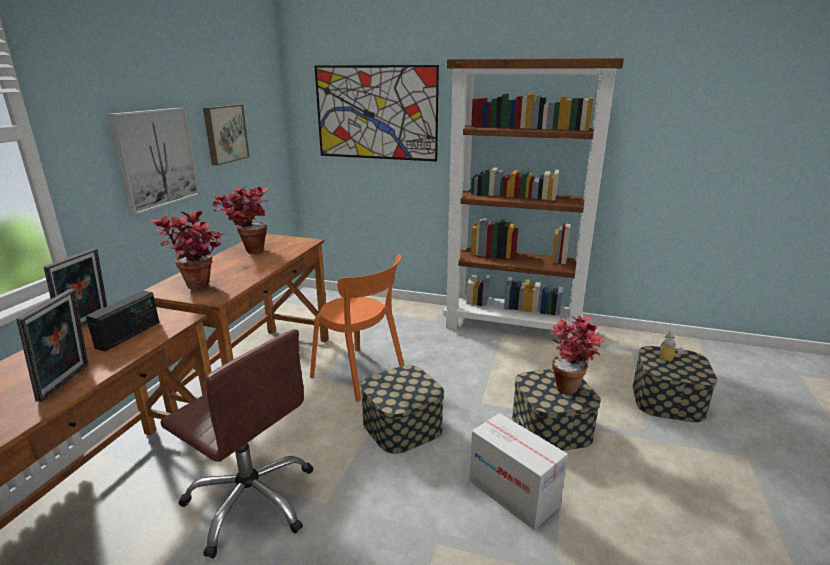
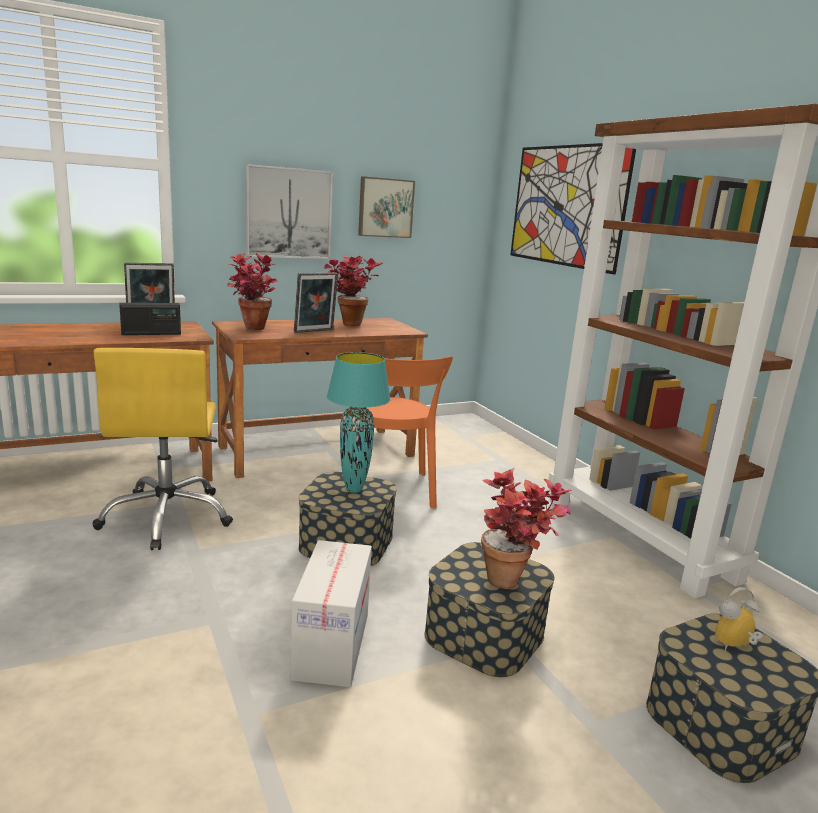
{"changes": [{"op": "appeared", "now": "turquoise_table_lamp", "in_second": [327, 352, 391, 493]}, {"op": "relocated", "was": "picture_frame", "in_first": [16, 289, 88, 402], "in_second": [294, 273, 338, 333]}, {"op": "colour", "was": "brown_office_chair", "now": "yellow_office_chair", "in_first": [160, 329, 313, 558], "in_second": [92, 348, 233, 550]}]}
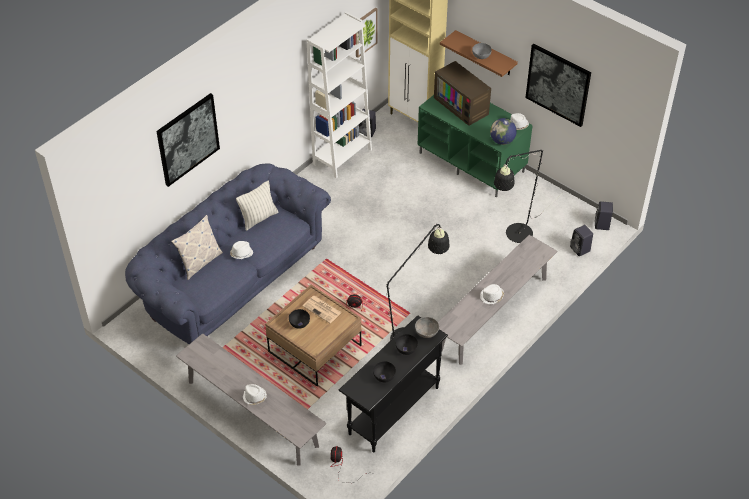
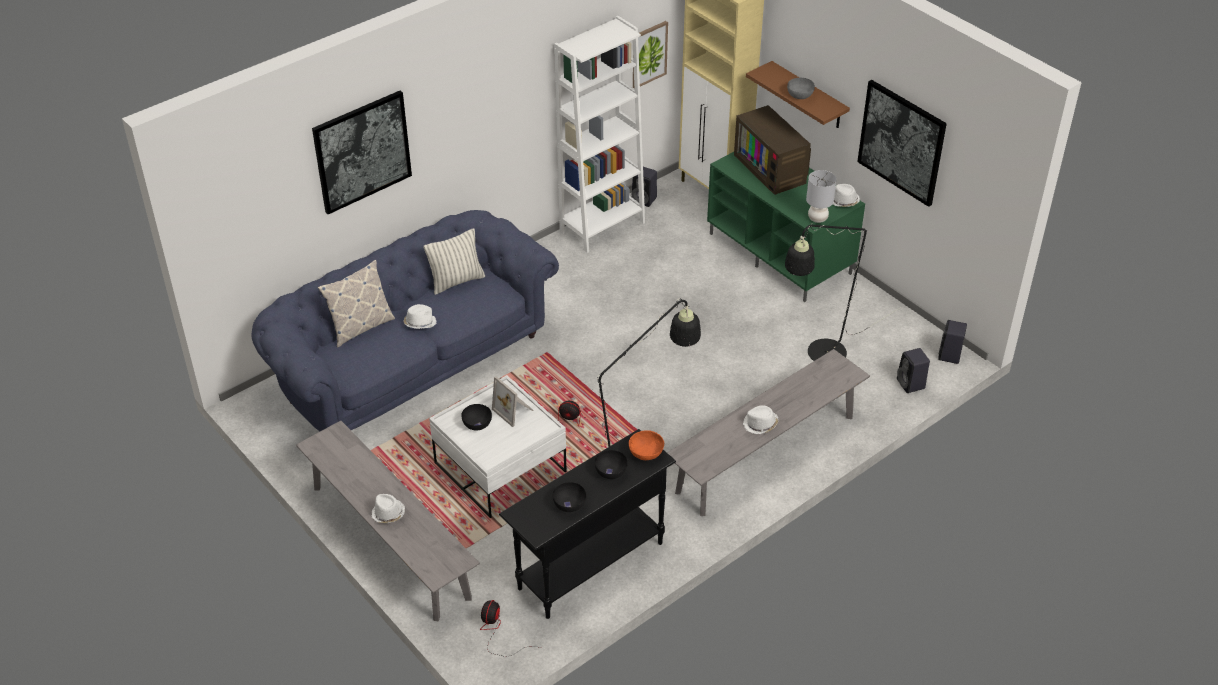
{"changes": [{"op": "exchanged", "was": "newspaper", "now": "picture_frame", "in_first": [303, 296, 342, 323], "in_second": [492, 376, 533, 427]}, {"op": "exchanged", "was": "globe", "now": "grey_table_lamp", "in_first": [490, 118, 517, 145], "in_second": [806, 170, 836, 223]}, {"op": "colour", "was": "brown_coffee_table", "now": "white_coffee_table", "in_first": [265, 284, 361, 386], "in_second": [429, 375, 567, 518]}, {"op": "colour", "was": "grey_bowl", "now": "orange_bowl", "in_first": [415, 317, 439, 338], "in_second": [629, 430, 664, 460]}]}
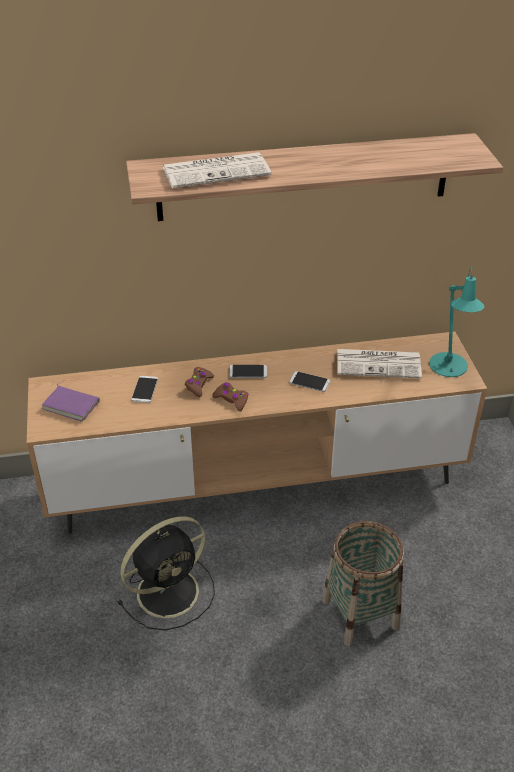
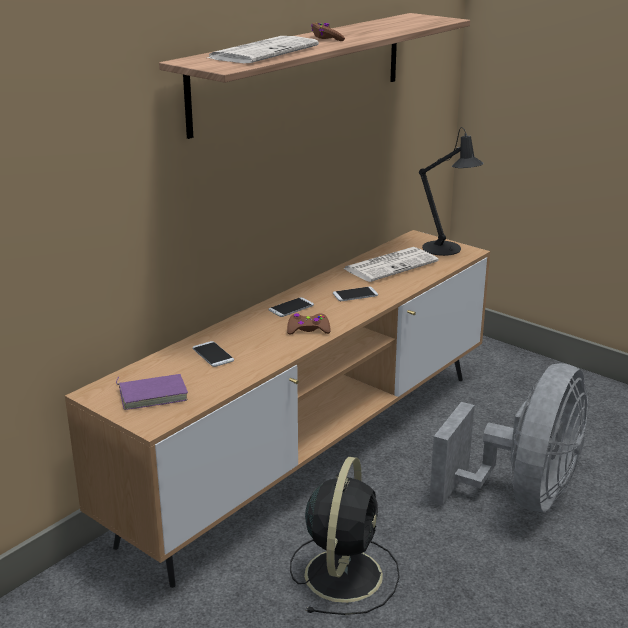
{"changes": [{"op": "relocated", "was": "brown_game_controller", "in_first": [185, 367, 214, 397], "in_second": [311, 23, 345, 41]}, {"op": "exchanged", "was": "basket", "now": "grey_fan", "in_first": [322, 521, 404, 646], "in_second": [429, 363, 588, 512]}, {"op": "colour", "was": "turquoise_table_lamp", "now": "black_table_lamp", "in_first": [429, 268, 484, 377], "in_second": [419, 127, 484, 256]}]}
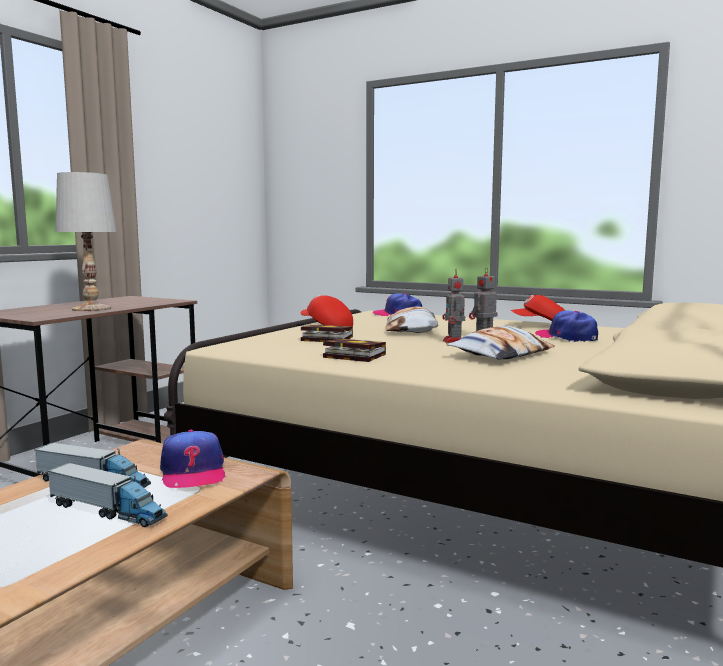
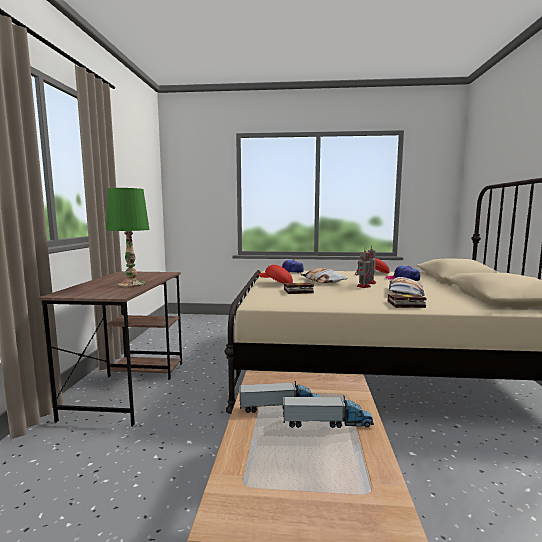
{"changes": [{"op": "missing", "was": "cap", "in_first": [160, 430, 226, 488]}, {"op": "relocated", "was": "book", "in_first": [323, 339, 386, 362], "in_second": [388, 294, 427, 308]}, {"op": "colour", "was": "white_table_lamp", "now": "green_table_lamp", "in_first": [55, 172, 117, 311], "in_second": [106, 188, 149, 287]}]}
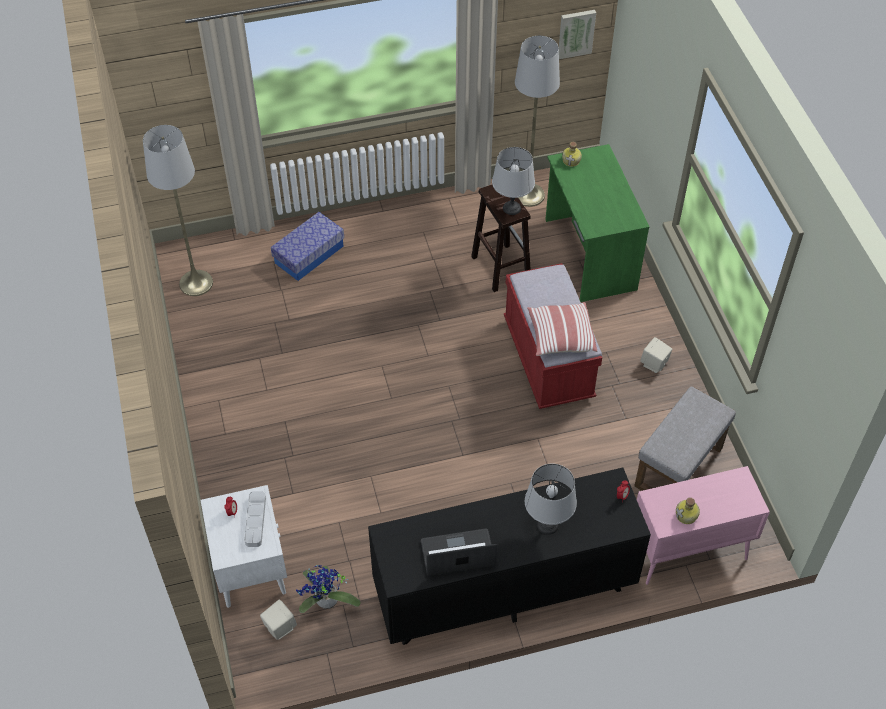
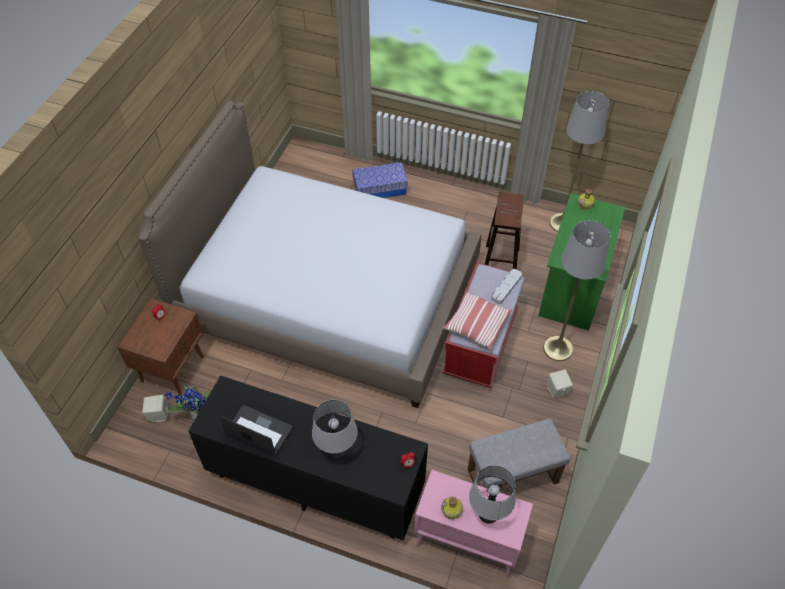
{"changes": [{"op": "missing", "was": "picture", "in_first": [559, 10, 596, 59]}, {"op": "appeared", "now": "bed", "in_second": [138, 101, 481, 408]}, {"op": "relocated", "was": "grey_floor_lamp", "in_first": [143, 125, 213, 296], "in_second": [543, 220, 610, 361]}, {"op": "relocated", "was": "grey_tray", "in_first": [244, 491, 266, 547], "in_second": [491, 269, 522, 304]}, {"op": "relocated", "was": "grey_table_lamp", "in_first": [492, 147, 535, 215], "in_second": [469, 465, 516, 523]}, {"op": "colour", "was": "white_nightstand", "now": "brown_nightstand", "in_first": [200, 485, 287, 608], "in_second": [117, 298, 204, 395]}]}
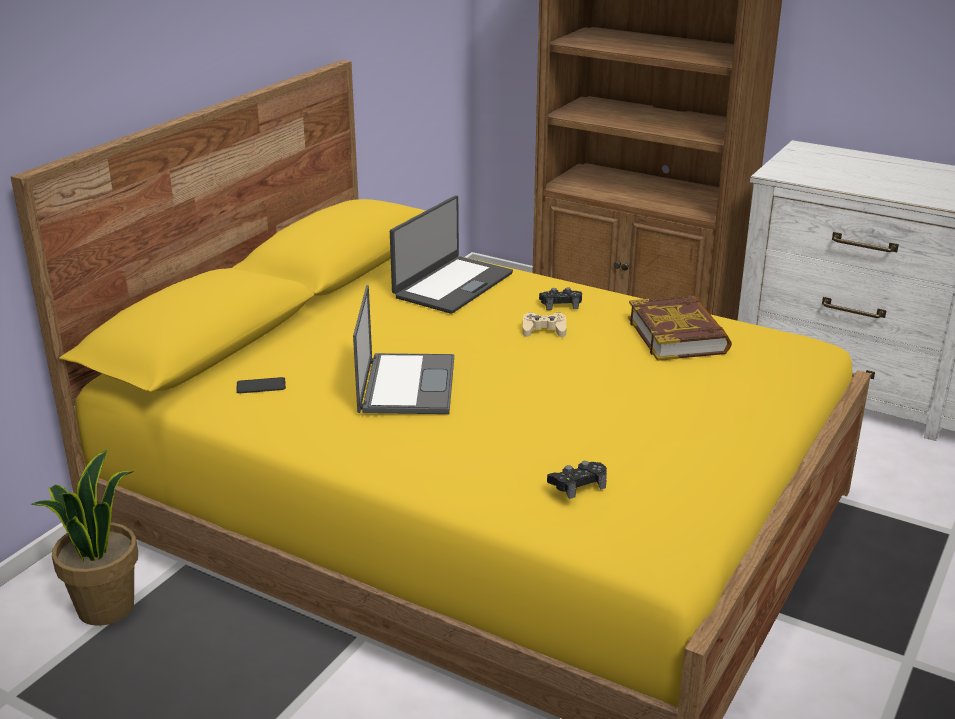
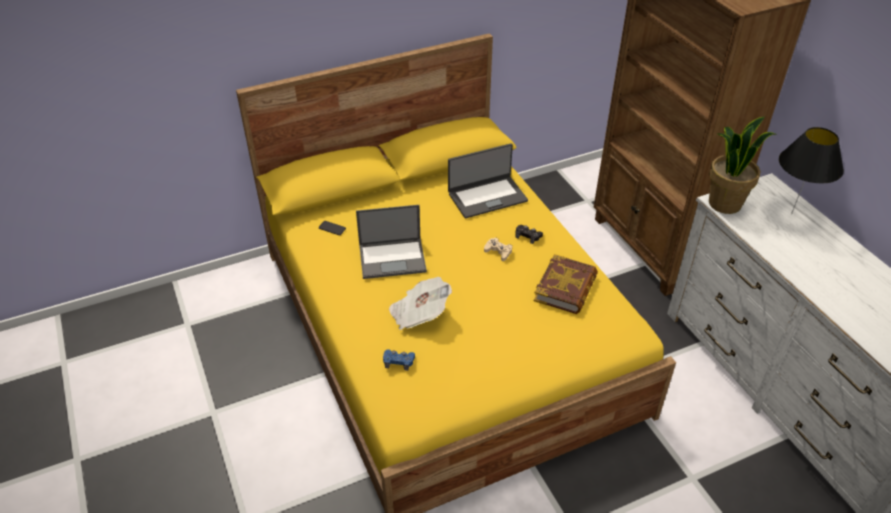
{"changes": [{"op": "appeared", "now": "newspaper", "in_second": [389, 277, 452, 330]}, {"op": "appeared", "now": "black_table_lamp", "in_second": [779, 127, 844, 214]}, {"op": "relocated", "was": "potted_plant", "in_first": [31, 450, 138, 626], "in_second": [709, 117, 776, 214]}, {"op": "colour", "was": "black_game_controller", "now": "blue_game_controller", "in_first": [547, 461, 607, 499], "in_second": [383, 350, 415, 371]}, {"op": "spun", "was": "laptop", "in_first": [353, 285, 454, 414], "in_second": [356, 205, 427, 279], "clockwise": 45}]}
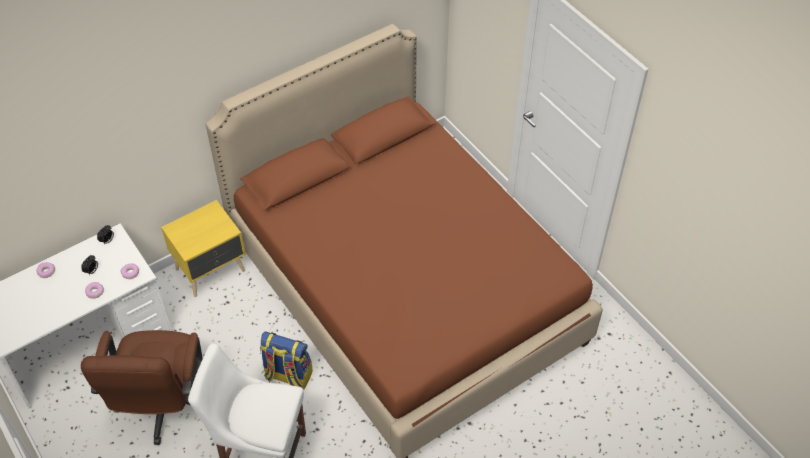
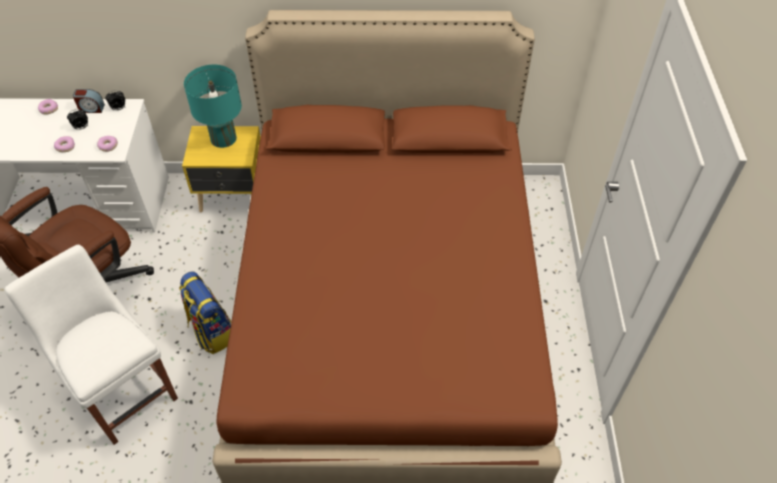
{"changes": [{"op": "appeared", "now": "alarm_clock", "in_second": [73, 89, 105, 113]}, {"op": "appeared", "now": "turquoise_table_lamp", "in_second": [184, 65, 242, 148]}]}
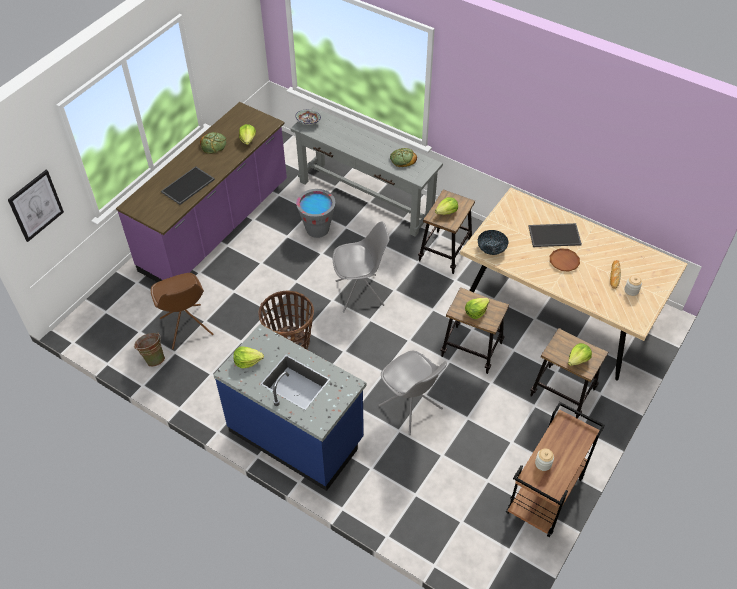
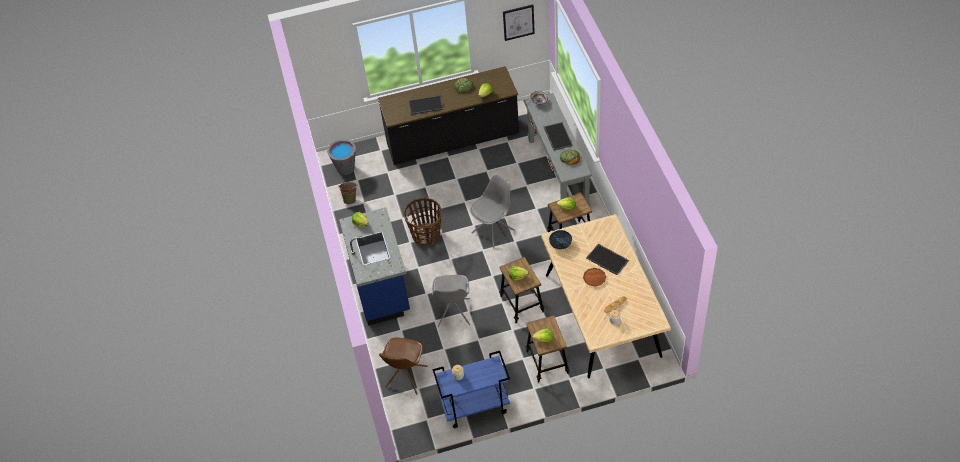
{"changes": [{"op": "appeared", "now": "tray", "in_second": [544, 122, 573, 150]}, {"op": "relocated", "was": "picture", "in_first": [8, 170, 64, 242], "in_second": [503, 4, 535, 41]}, {"op": "relocated", "was": "brown_chair", "in_first": [151, 273, 214, 349], "in_second": [379, 338, 428, 394]}, {"op": "relocated", "was": "grey_bucket", "in_first": [296, 189, 335, 238], "in_second": [327, 139, 356, 175]}, {"op": "colour", "was": "purple_counter", "now": "black_counter", "in_first": [116, 102, 287, 282], "in_second": [378, 66, 519, 165]}, {"op": "colour", "was": "brown_cart", "now": "blue_cart", "in_first": [506, 402, 605, 537], "in_second": [432, 351, 510, 428]}, {"op": "spun", "was": "grey_chair", "in_first": [333, 221, 390, 312], "in_second": [470, 174, 515, 249], "clockwise": -75}]}
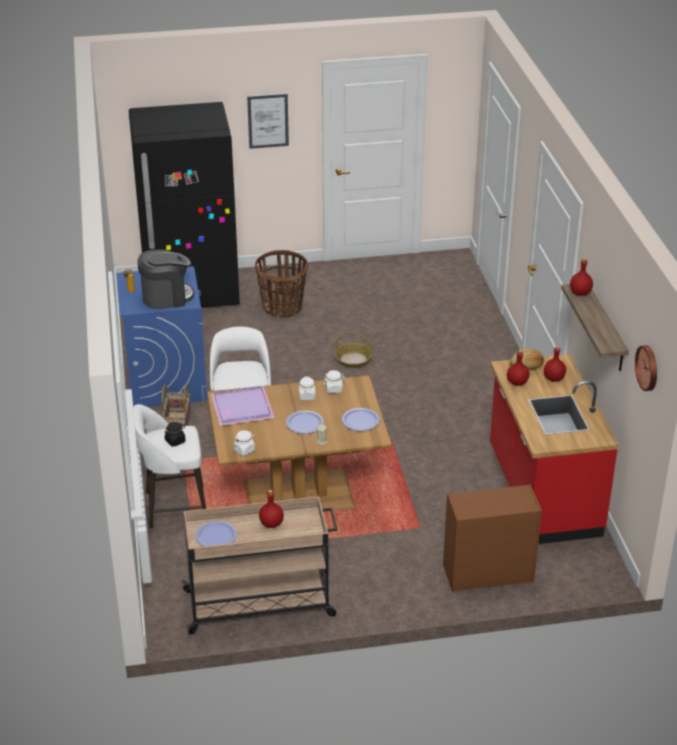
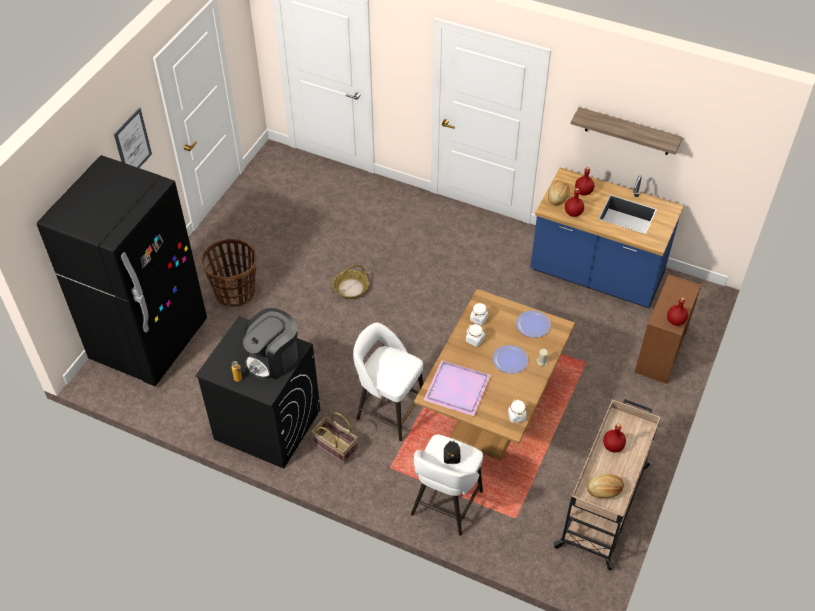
{"changes": [{"op": "missing", "was": "wall_clock", "in_first": [635, 345, 657, 391]}, {"op": "relocated", "was": "red_bottle", "in_first": [570, 258, 593, 296], "in_second": [667, 297, 688, 326]}, {"op": "exchanged", "was": "plate", "now": "bread", "in_first": [195, 521, 237, 547], "in_second": [587, 474, 624, 498]}, {"op": "colour", "was": "blue_washing_machine", "now": "black_washing_machine", "in_first": [116, 266, 208, 407], "in_second": [195, 316, 320, 469]}, {"op": "colour", "was": "red_counter", "now": "blue_counter", "in_first": [490, 354, 619, 544], "in_second": [530, 167, 684, 308]}, {"op": "spun", "was": "coffee_machine", "in_first": [137, 250, 194, 309], "in_second": [243, 308, 298, 380], "clockwise": -150}]}
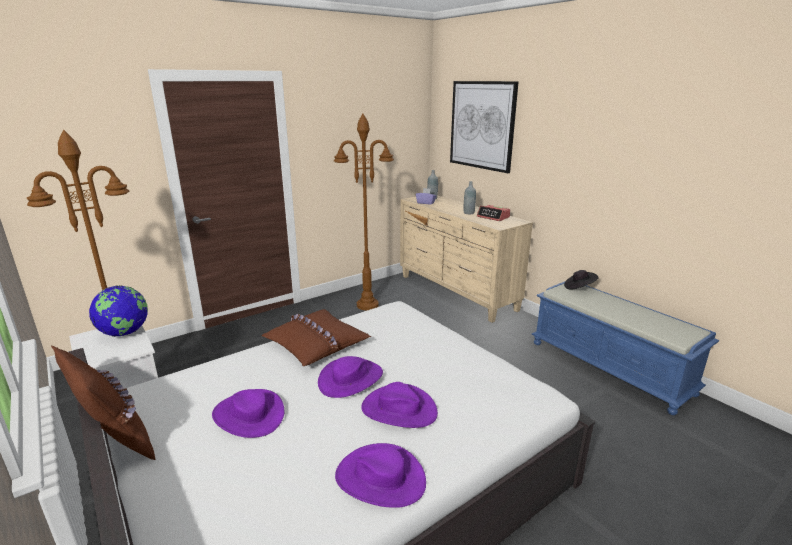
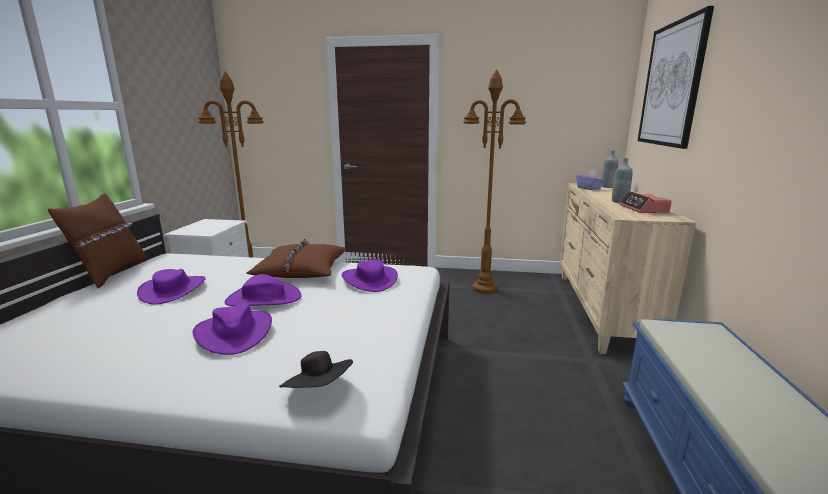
{"changes": [{"op": "missing", "was": "globe", "in_first": [89, 286, 148, 337]}, {"op": "relocated", "was": "purple_hat", "in_first": [335, 443, 426, 508], "in_second": [342, 259, 398, 292]}, {"op": "relocated", "was": "black_hat", "in_first": [564, 270, 599, 289], "in_second": [279, 351, 353, 388]}]}
